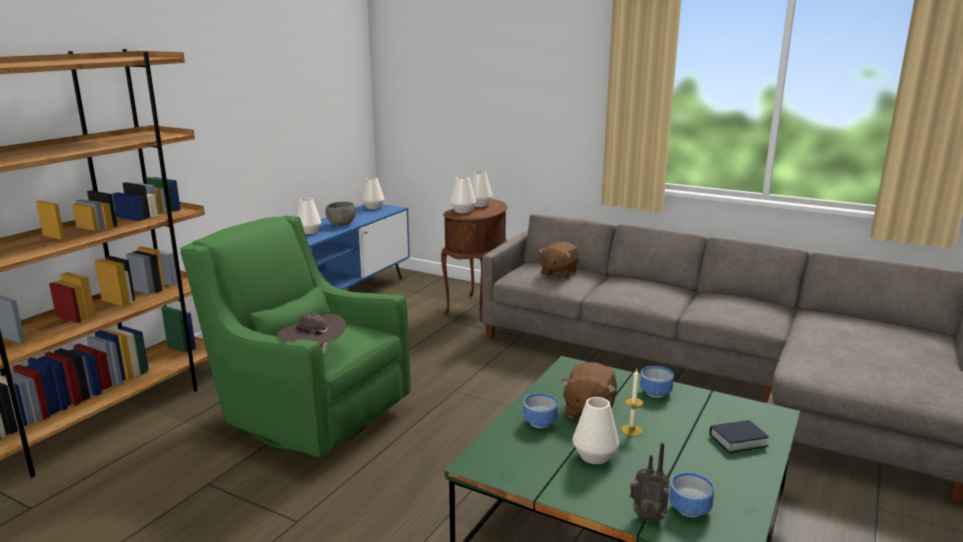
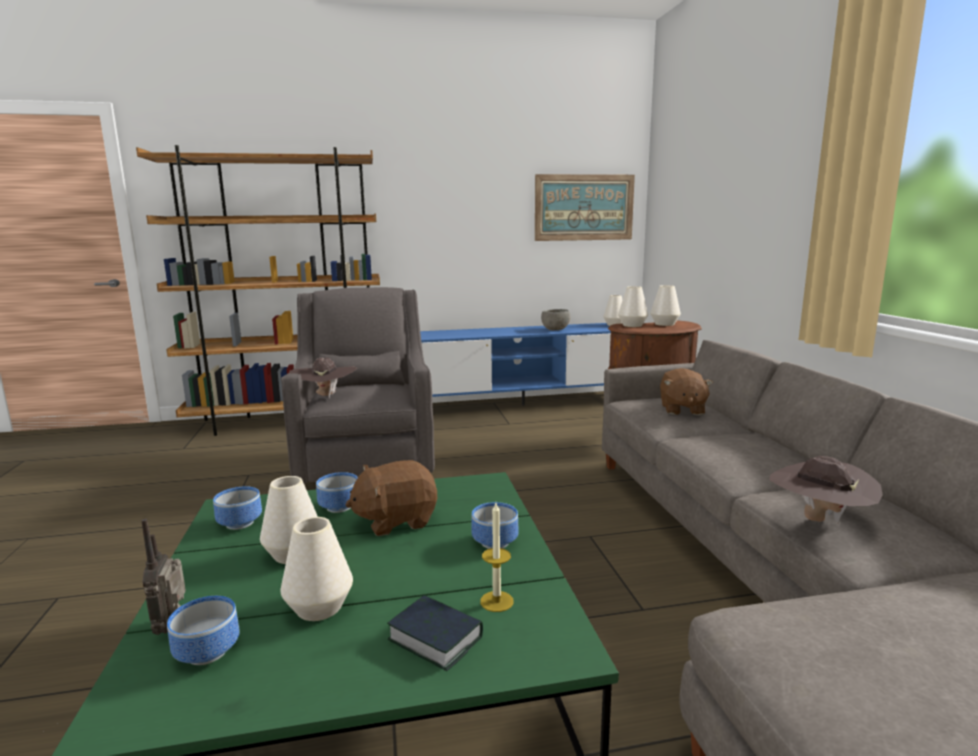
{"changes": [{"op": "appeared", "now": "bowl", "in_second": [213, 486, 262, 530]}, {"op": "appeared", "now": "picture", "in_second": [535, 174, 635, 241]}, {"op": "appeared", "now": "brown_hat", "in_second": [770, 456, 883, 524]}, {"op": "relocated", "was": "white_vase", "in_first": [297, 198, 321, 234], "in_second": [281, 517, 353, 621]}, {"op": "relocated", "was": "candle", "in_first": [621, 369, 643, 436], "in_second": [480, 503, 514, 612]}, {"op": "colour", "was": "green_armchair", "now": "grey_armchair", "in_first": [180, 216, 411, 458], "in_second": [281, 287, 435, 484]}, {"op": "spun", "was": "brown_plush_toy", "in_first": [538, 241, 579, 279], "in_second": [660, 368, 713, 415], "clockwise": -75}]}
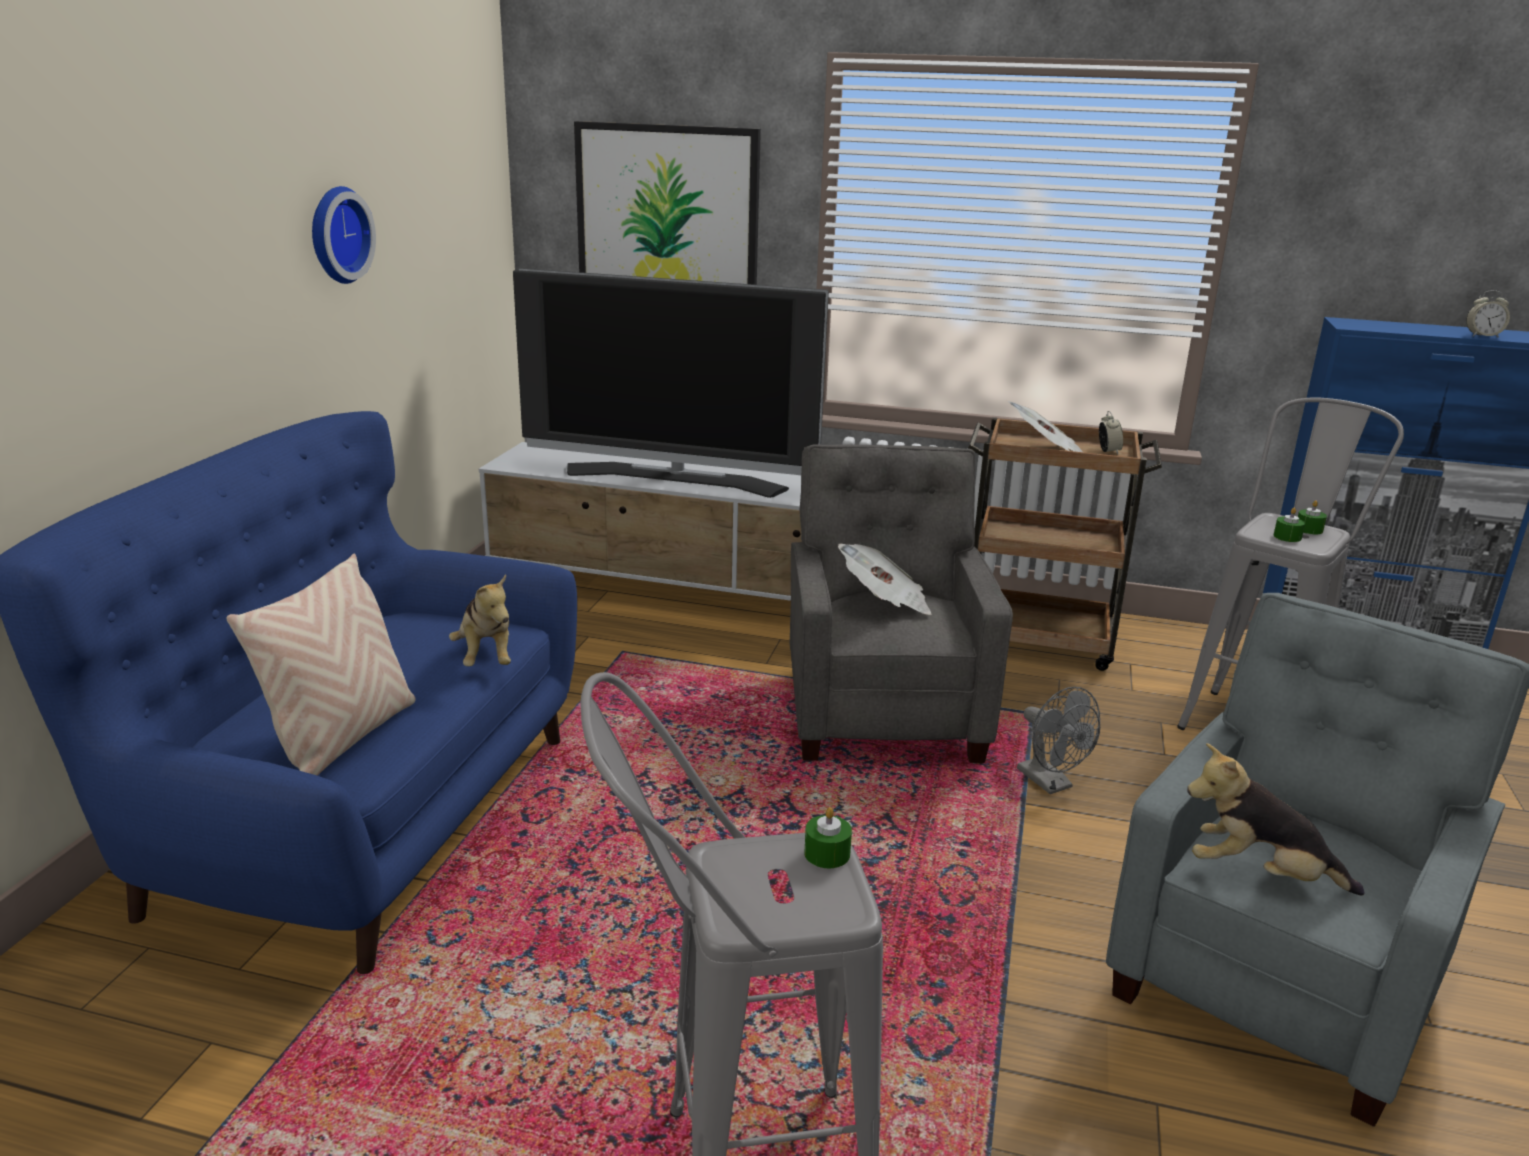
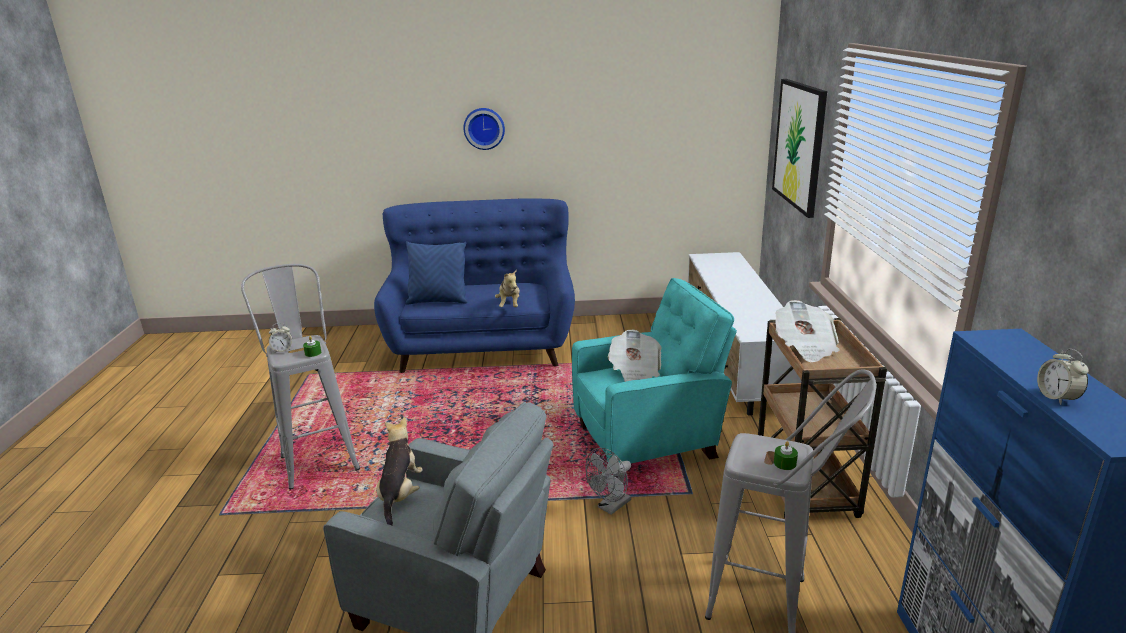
{"changes": [{"op": "missing", "was": "television", "in_first": [513, 268, 829, 498]}, {"op": "missing", "was": "green_candle", "in_first": [1274, 508, 1305, 542]}, {"op": "relocated", "was": "wall_clock", "in_first": [312, 186, 376, 284], "in_second": [463, 108, 505, 150]}, {"op": "relocated", "was": "alarm_clock", "in_first": [1099, 411, 1123, 455], "in_second": [269, 323, 292, 352]}, {"op": "colour", "was": "beige_pillow", "now": "blue_pillow", "in_first": [226, 554, 416, 776], "in_second": [406, 241, 468, 305]}, {"op": "colour", "was": "grey_armchair", "now": "turquoise_armchair", "in_first": [790, 444, 1013, 763], "in_second": [572, 278, 737, 478]}, {"op": "spun", "was": "plush_toy", "in_first": [449, 574, 511, 666], "in_second": [495, 269, 520, 307], "clockwise": -60}]}
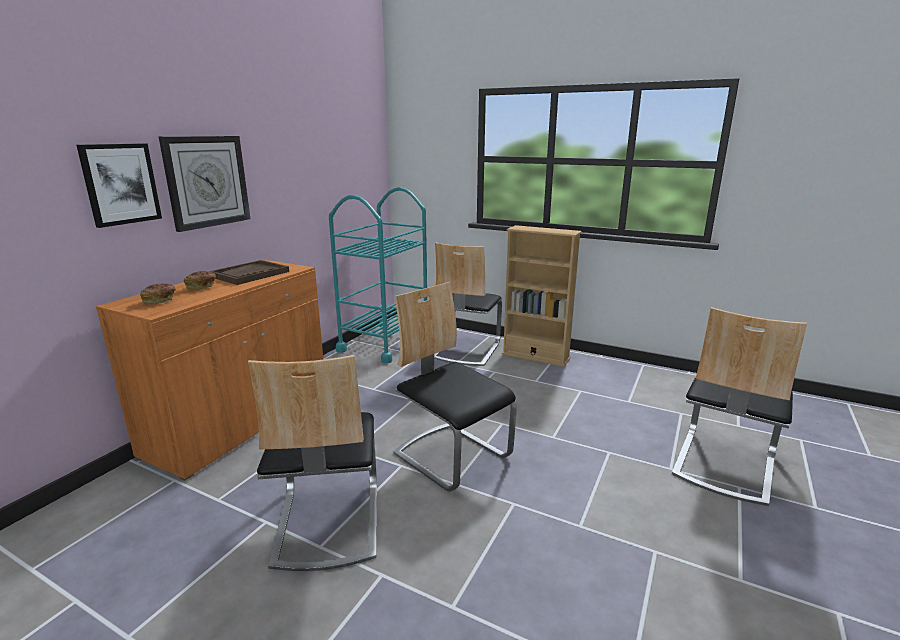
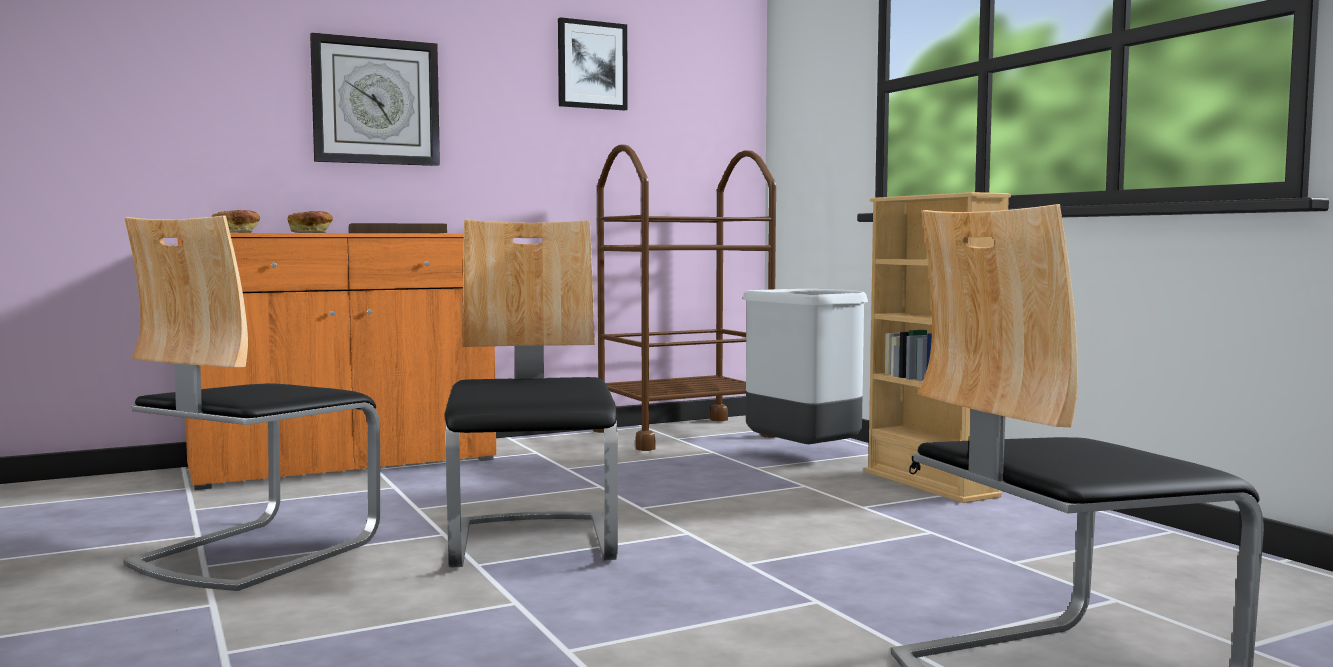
{"changes": [{"op": "relocated", "was": "picture", "in_first": [76, 143, 162, 228], "in_second": [558, 17, 628, 111]}, {"op": "exchanged", "was": "chair", "now": "grey_trash_can", "in_first": [434, 242, 502, 366], "in_second": [743, 289, 868, 444]}, {"op": "colour", "was": "turquoise_cart", "now": "brown_cart", "in_first": [329, 187, 427, 364], "in_second": [593, 144, 776, 451]}]}
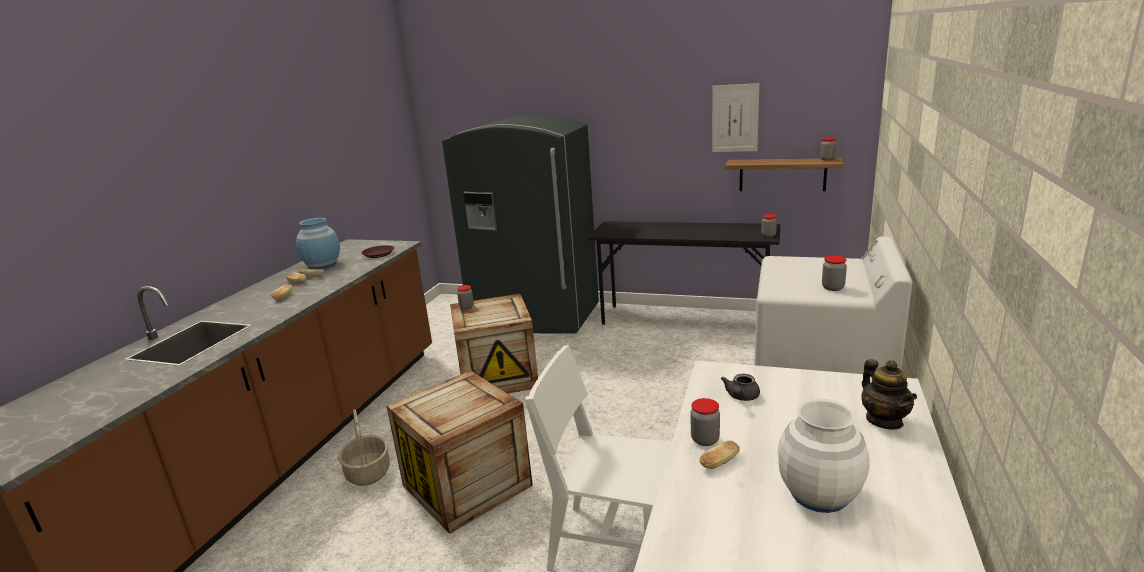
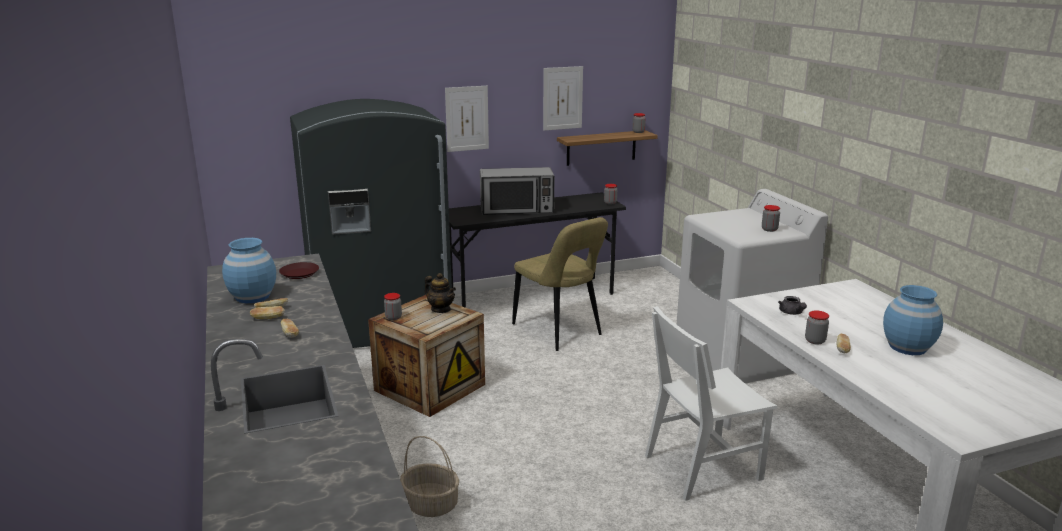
{"changes": [{"op": "missing", "was": "crate", "in_first": [386, 370, 533, 534]}, {"op": "appeared", "now": "picture", "in_second": [445, 86, 489, 152]}, {"op": "appeared", "now": "microwave", "in_second": [480, 167, 554, 215]}, {"op": "appeared", "now": "beige_chair", "in_second": [512, 217, 608, 351]}, {"op": "relocated", "was": "teapot", "in_first": [861, 359, 917, 430], "in_second": [425, 273, 456, 313]}, {"op": "colour", "was": "white_vase", "now": "blue_vase", "in_first": [778, 398, 870, 513], "in_second": [883, 285, 943, 355]}]}
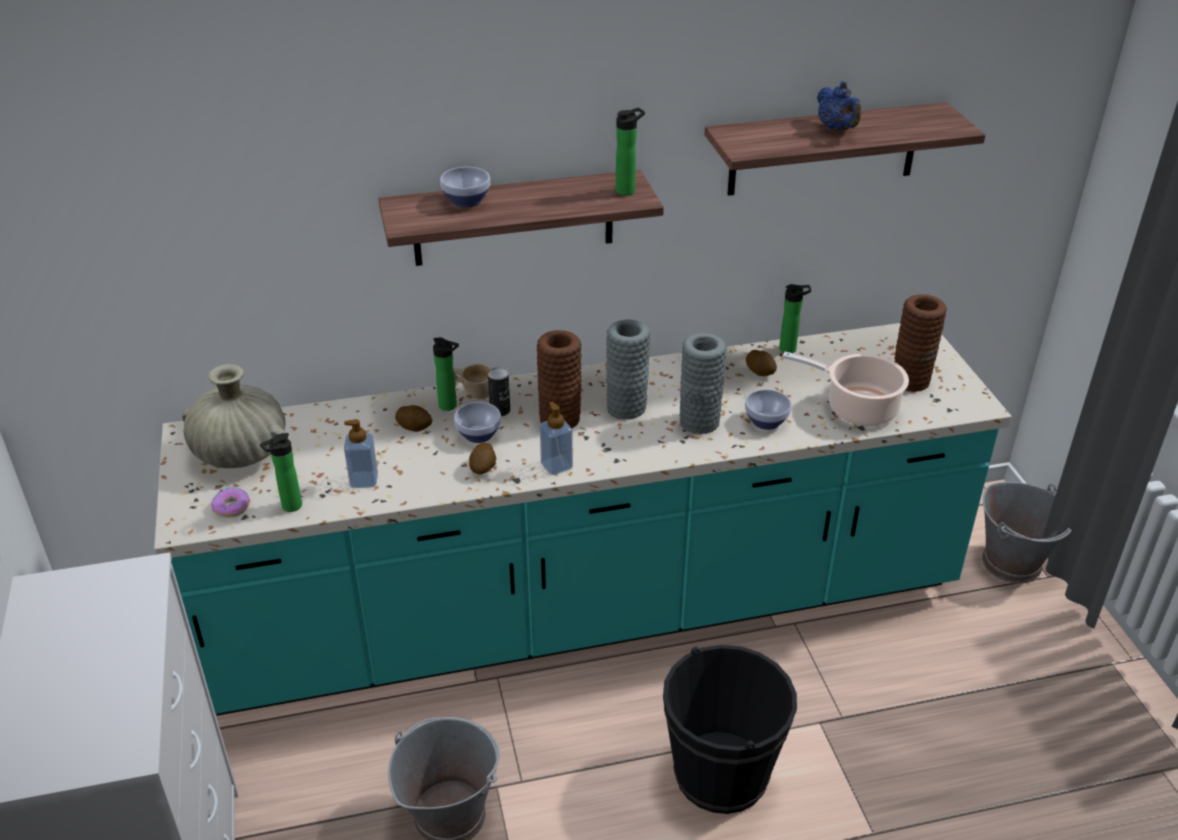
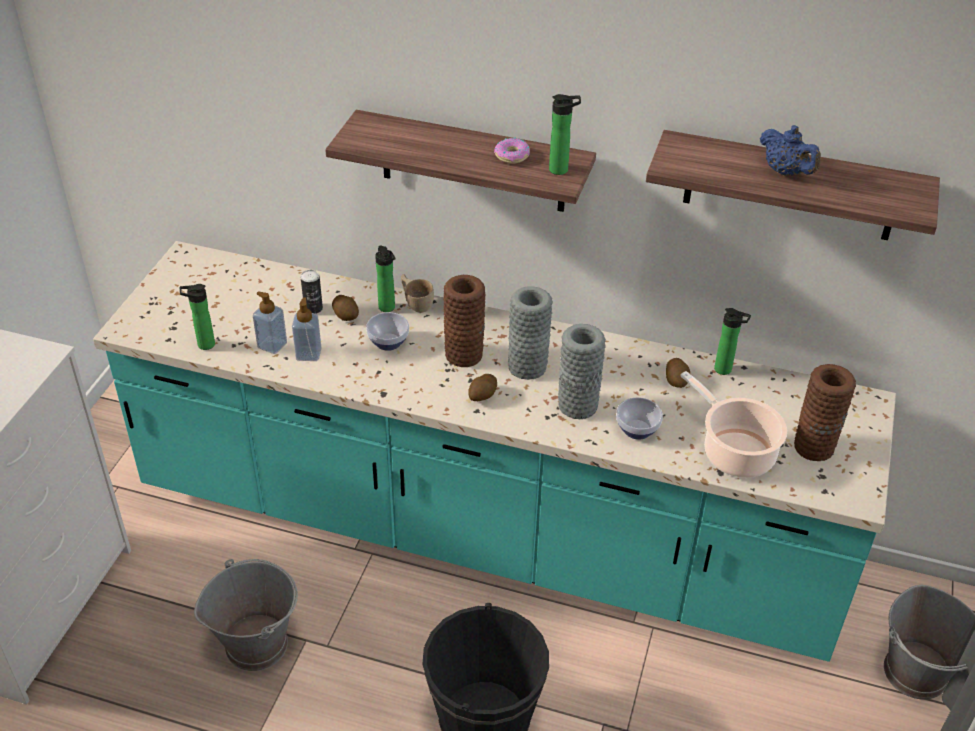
{"changes": [{"op": "missing", "was": "beige_vase", "in_first": [182, 364, 286, 468]}, {"op": "missing", "was": "bowl", "in_first": [440, 167, 490, 207]}, {"op": "relocated", "was": "donut", "in_first": [211, 487, 250, 518], "in_second": [494, 137, 530, 164]}, {"op": "relocated", "was": "potato", "in_first": [469, 443, 496, 474], "in_second": [468, 374, 497, 401]}, {"op": "relocated", "was": "can", "in_first": [488, 367, 510, 416], "in_second": [301, 270, 323, 314]}, {"op": "relocated", "was": "soap_dispenser", "in_first": [540, 402, 573, 475], "in_second": [292, 297, 321, 361]}, {"op": "spun", "was": "blue_teapot", "in_first": [817, 81, 861, 131], "in_second": [760, 125, 821, 176], "clockwise": -45}]}
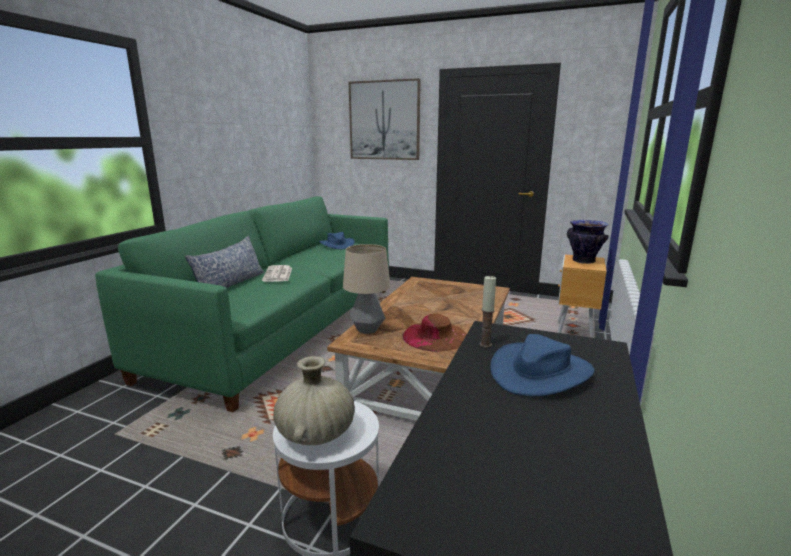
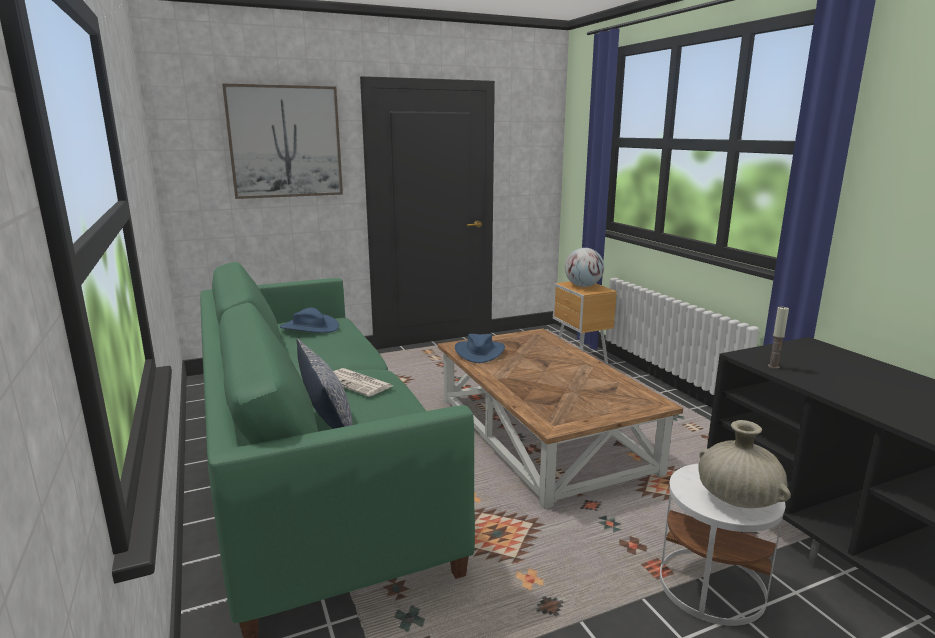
{"changes": [{"op": "missing", "was": "table_lamp", "in_first": [343, 244, 390, 334]}, {"op": "missing", "was": "brown_hat", "in_first": [403, 313, 467, 352]}, {"op": "relocated", "was": "blue_hat", "in_first": [490, 334, 594, 396], "in_second": [455, 334, 505, 363]}, {"op": "exchanged", "was": "vase", "now": "globe", "in_first": [567, 220, 609, 264], "in_second": [565, 248, 604, 287]}]}
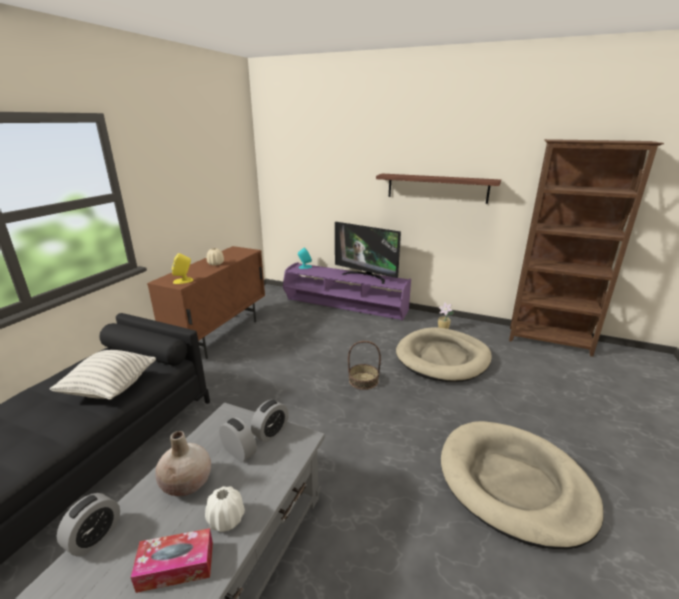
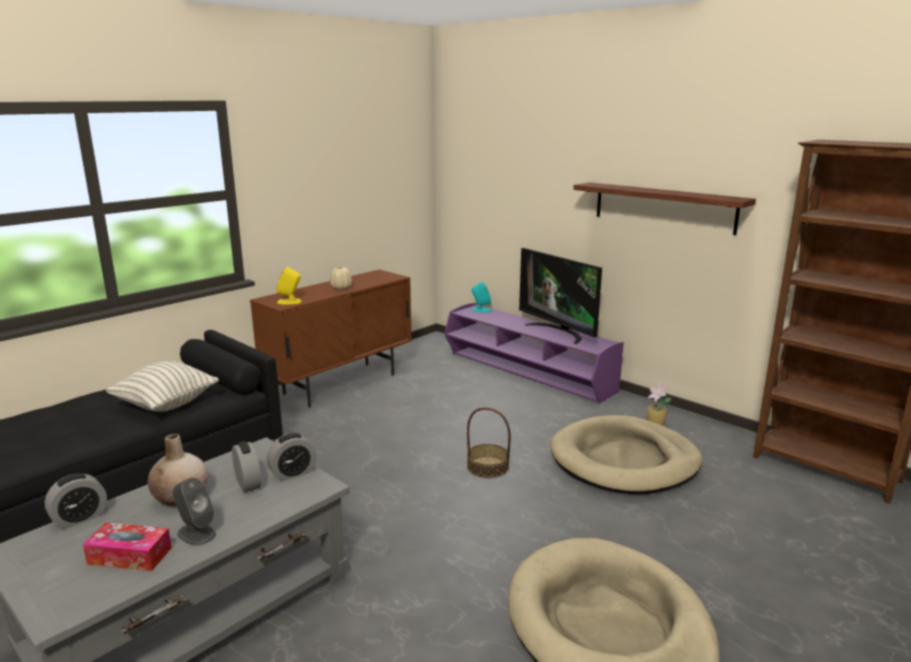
{"changes": [{"op": "exchanged", "was": "white_vase", "now": "grey_speaker", "in_first": [205, 486, 245, 532], "in_second": [173, 477, 216, 546]}]}
